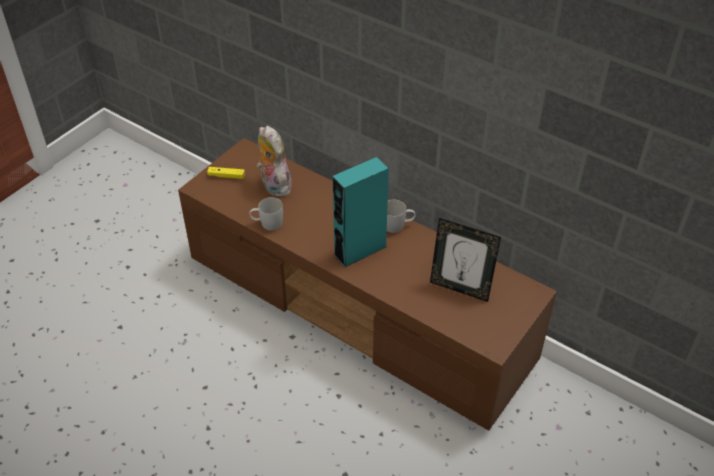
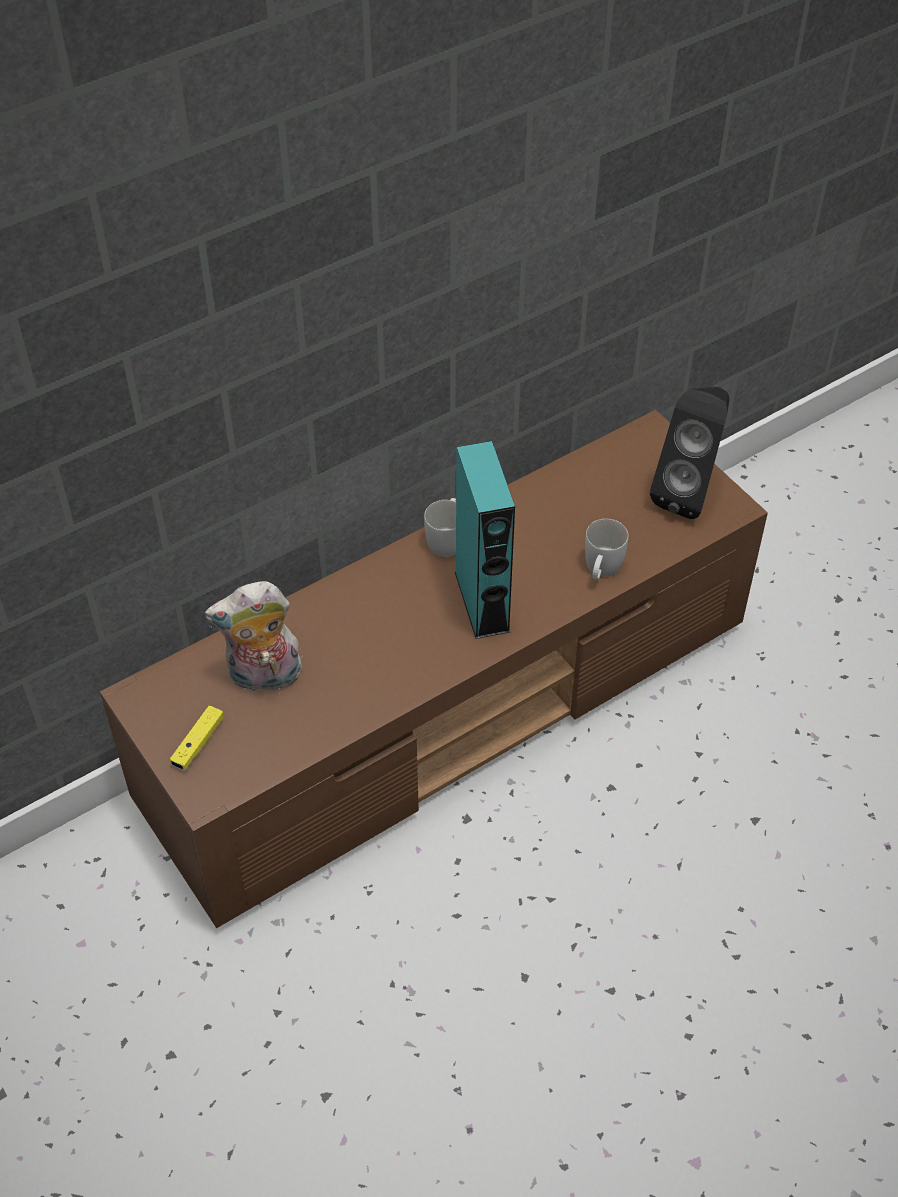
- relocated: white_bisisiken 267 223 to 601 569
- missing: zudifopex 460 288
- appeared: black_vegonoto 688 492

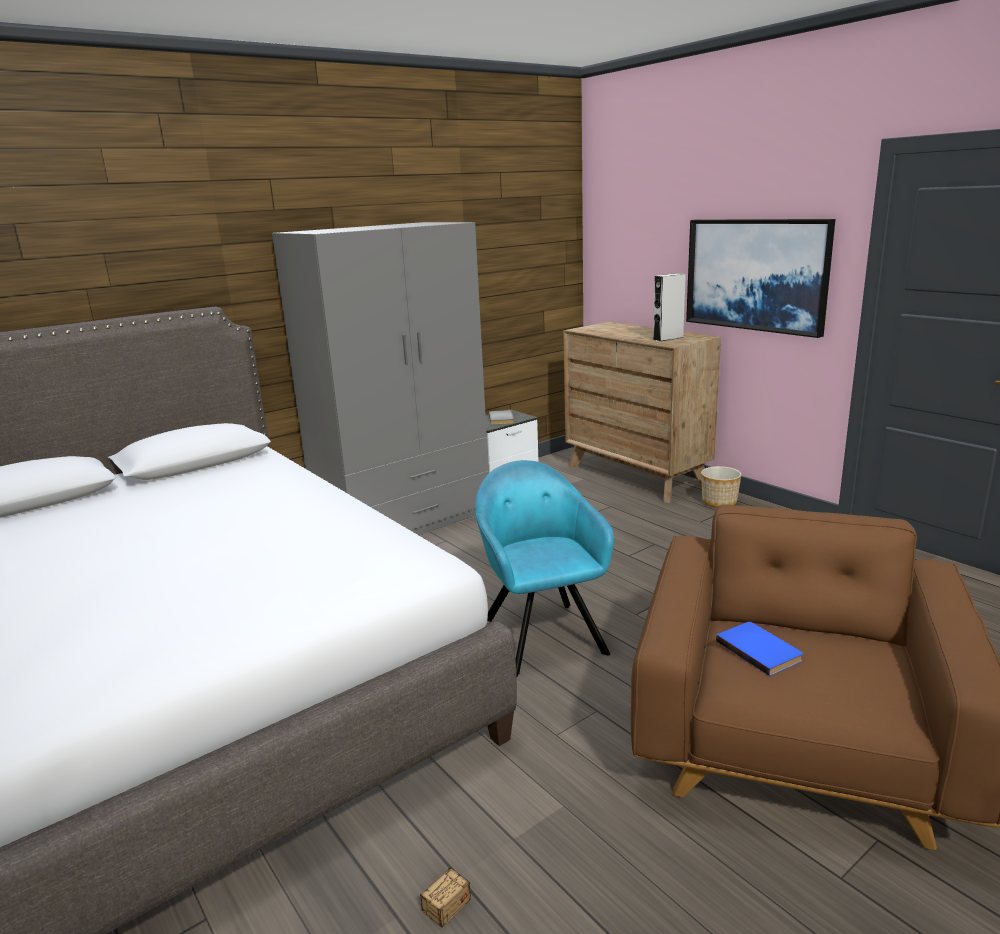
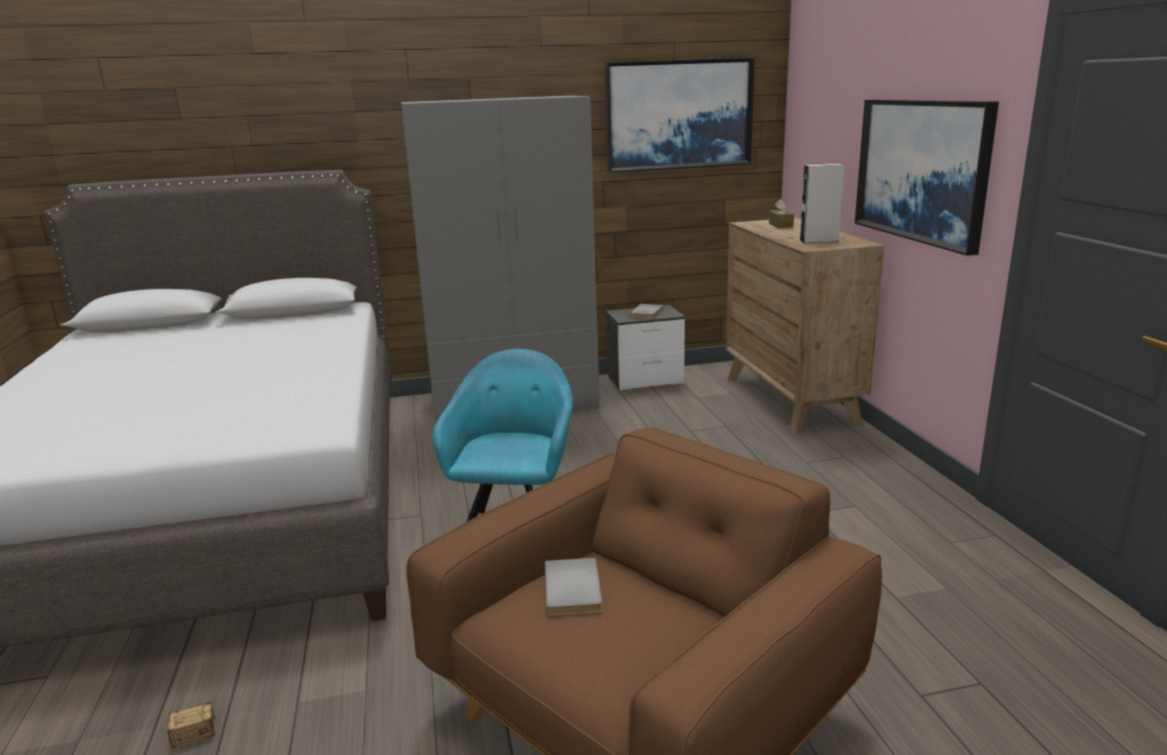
- missing: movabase 720 502
- colour: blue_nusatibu 760 650 to grey_nusatibu 575 589
- appeared: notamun 678 115
- appeared: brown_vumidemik 780 225

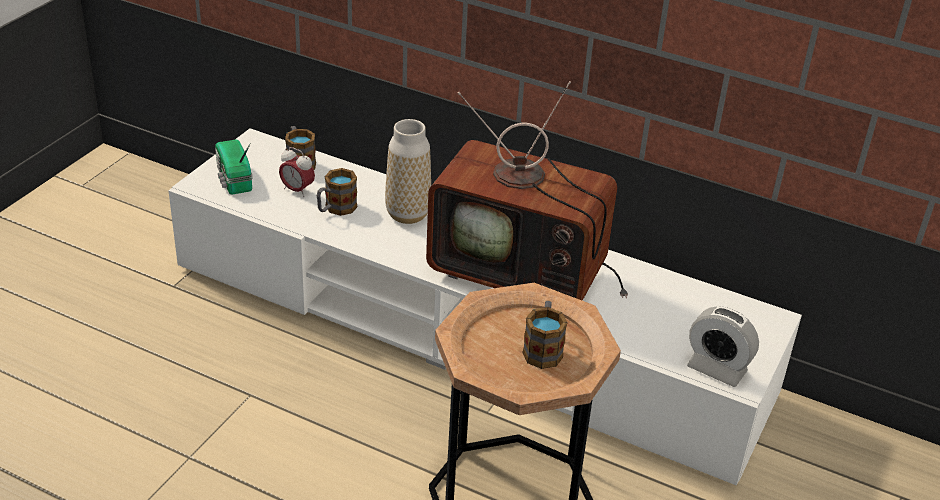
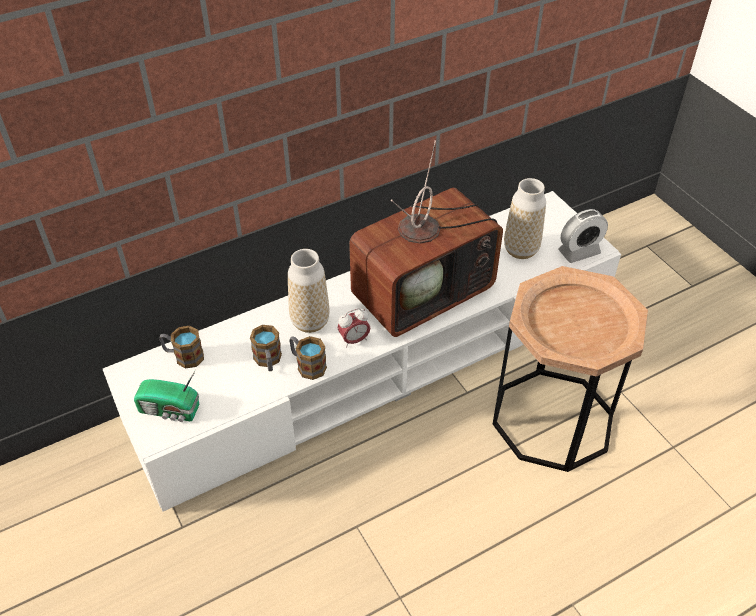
- relocated: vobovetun 297 190 to 354 340
- relocated: bisisiken 543 348 to 307 365
- appeared: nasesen 520 250

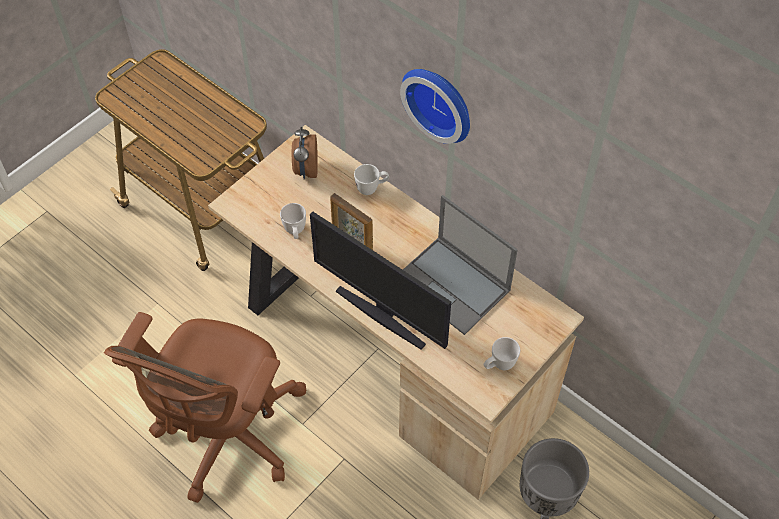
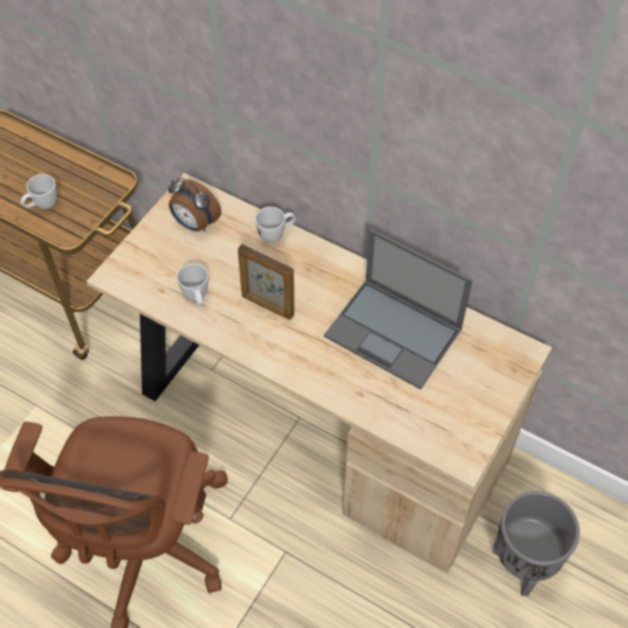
- spun: vobovetun 306 170 = 195 224 45 degrees counterclockwise
- missing: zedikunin 382 315
- missing: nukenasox 440 101
- relocated: white_bisisiken 499 365 to 42 206

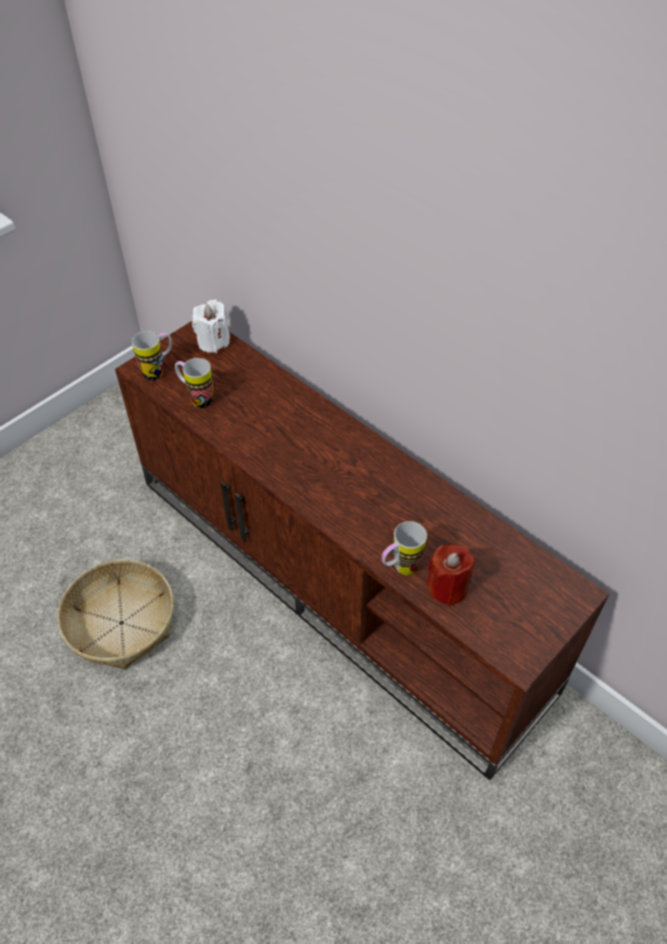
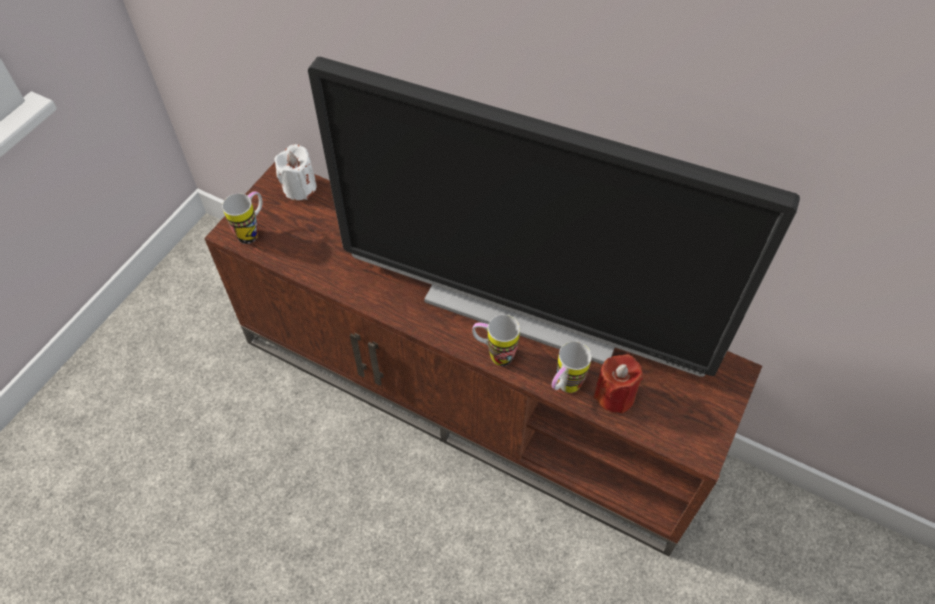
- missing: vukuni 122 622
- relocated: bisisiken 196 399 to 494 354
- appeared: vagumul 524 309

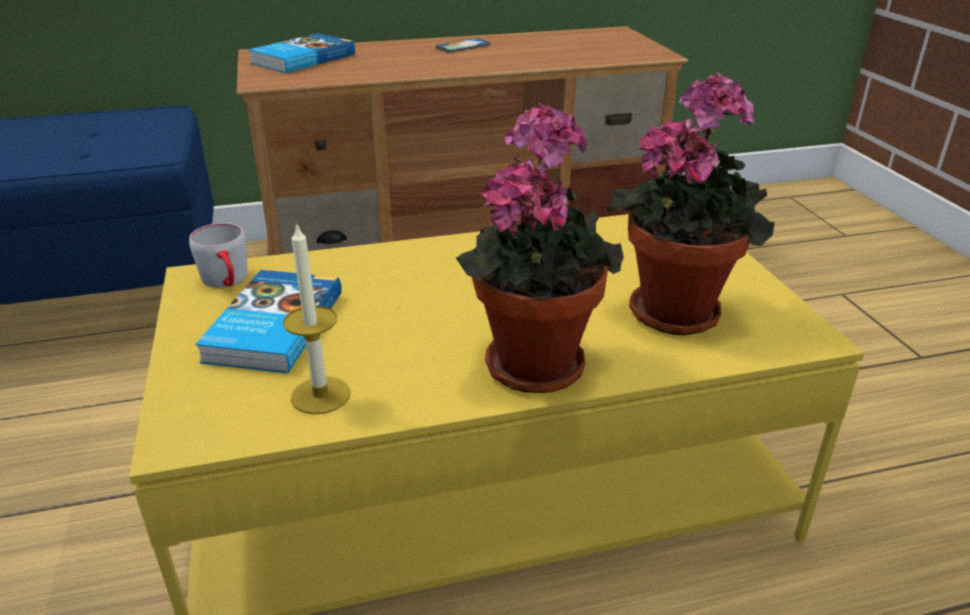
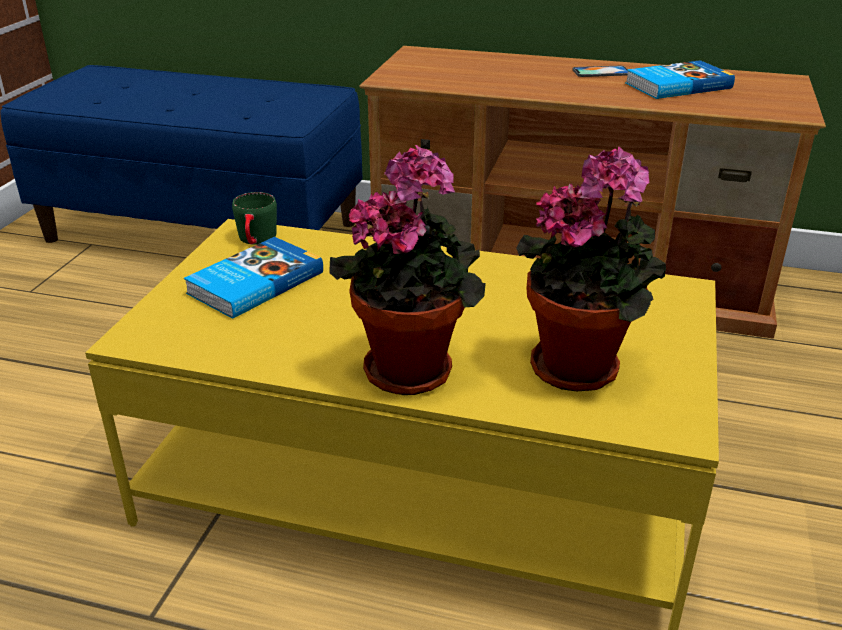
- colour: grey_bisisiken 228 282 to green_bisisiken 256 241
- relocated: nusatibu 301 59 to 676 85
- missing: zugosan 320 395

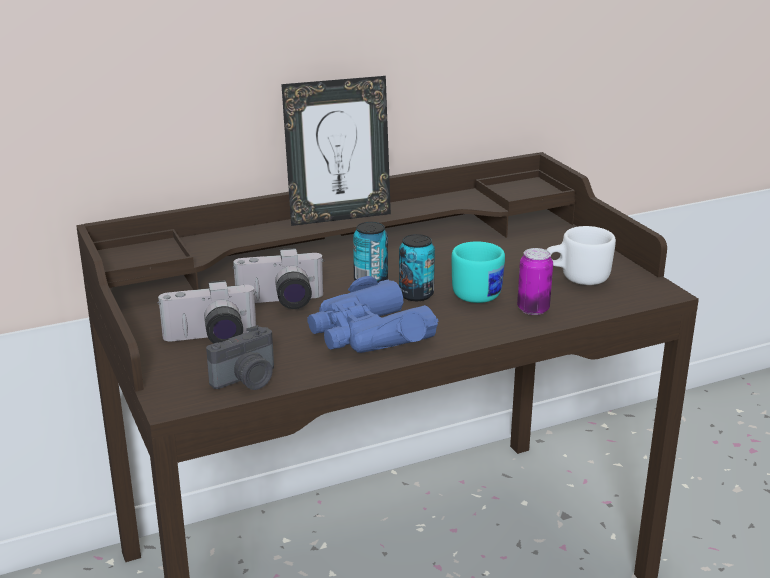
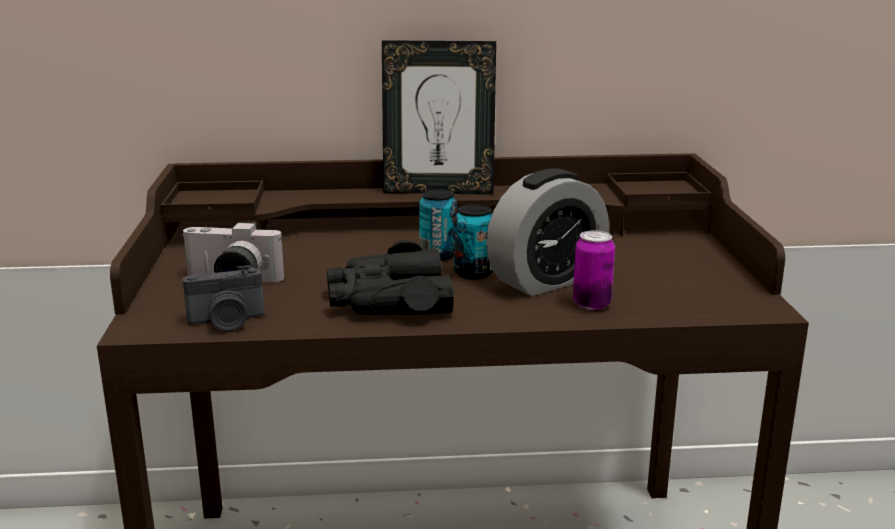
- missing: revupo 281 303
- colour: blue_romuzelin 368 334 to black_romuzelin 389 300
- exchanged: turquoise_bisisiken 481 292 to vobovetun 546 280
- missing: white_bisisiken 577 278

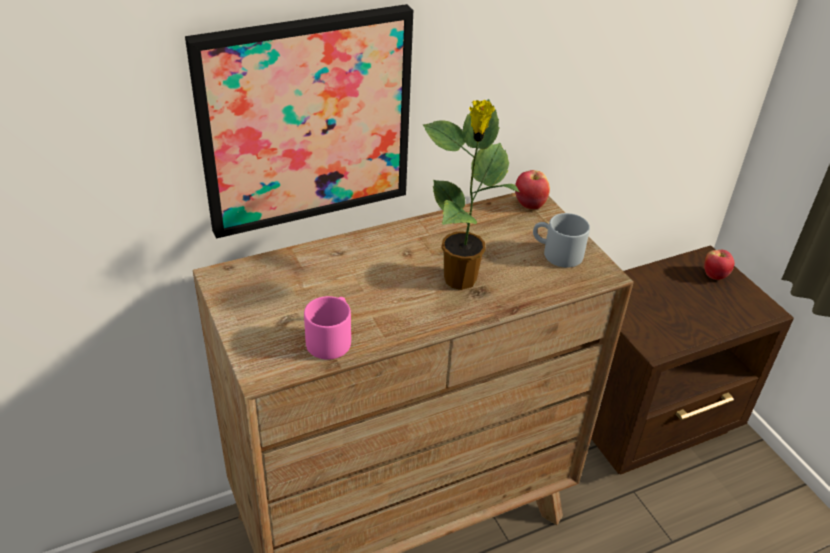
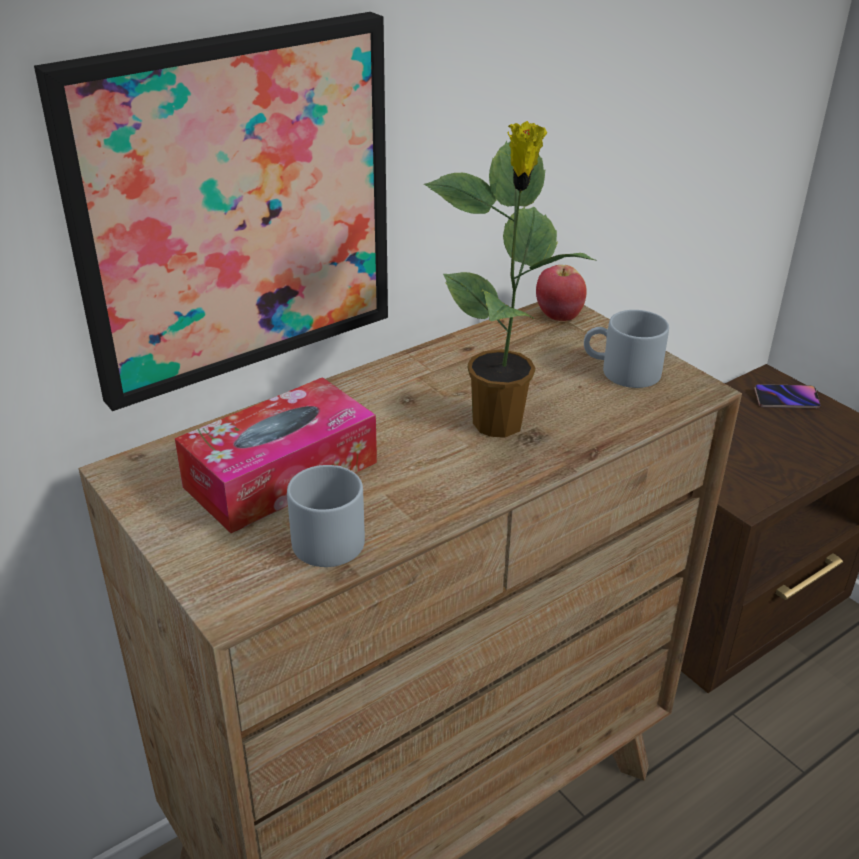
- colour: pink_bisisiken 331 338 to grey_bisisiken 329 534
- exchanged: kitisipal 714 275 to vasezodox 786 399
- appeared: vumidemik 281 474

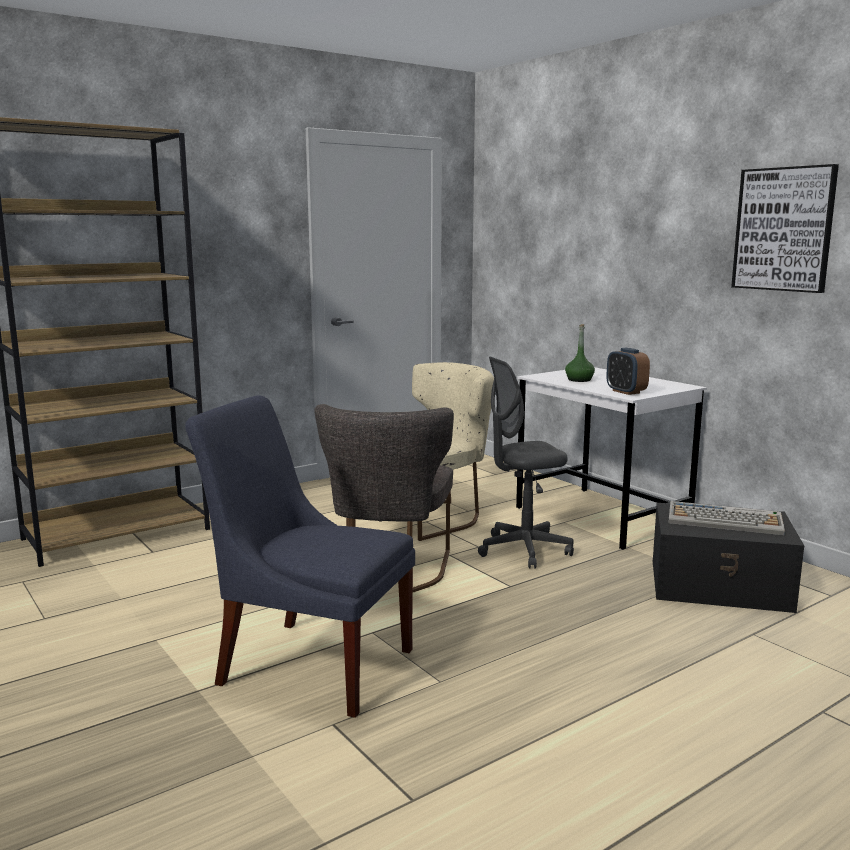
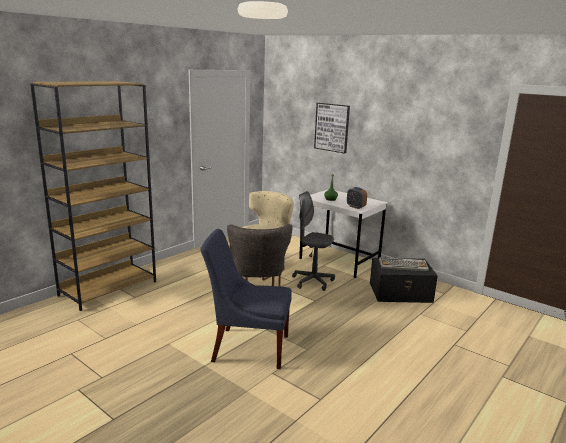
- spun: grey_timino 524 550 = 312 281 60 degrees clockwise
- relocated: notamun 784 229 to 332 127

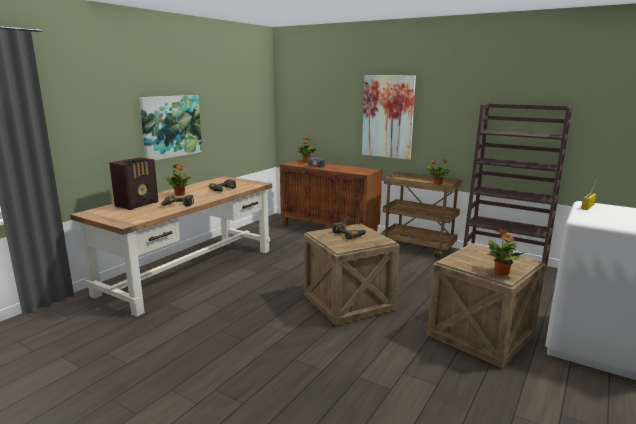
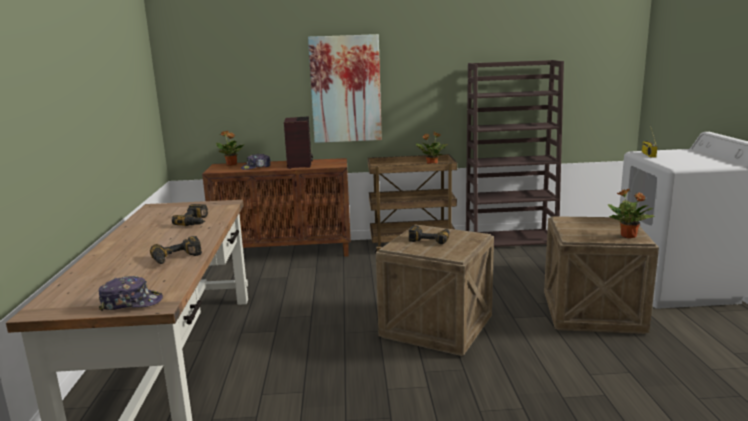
- relocated: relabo 138 204 to 300 164
- missing: notamun 171 126
- missing: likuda 180 194
- appeared: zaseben 131 302

